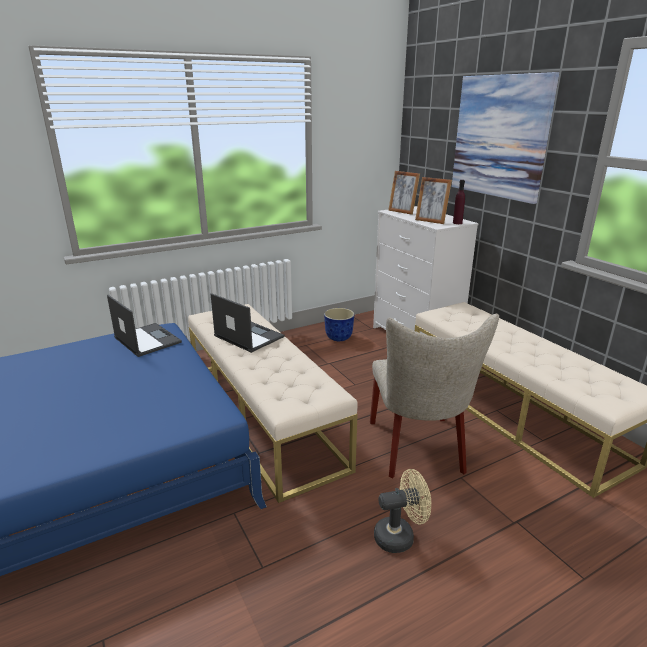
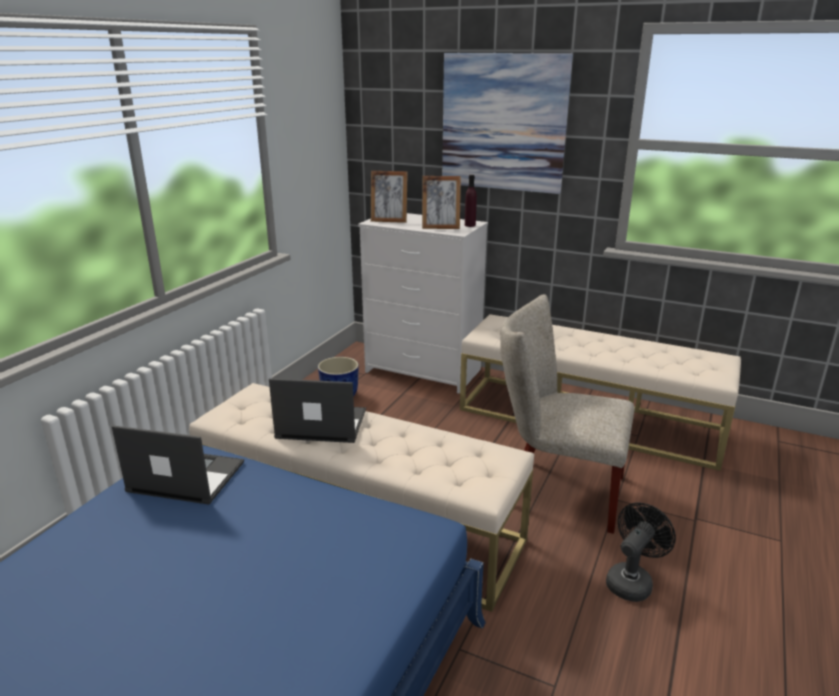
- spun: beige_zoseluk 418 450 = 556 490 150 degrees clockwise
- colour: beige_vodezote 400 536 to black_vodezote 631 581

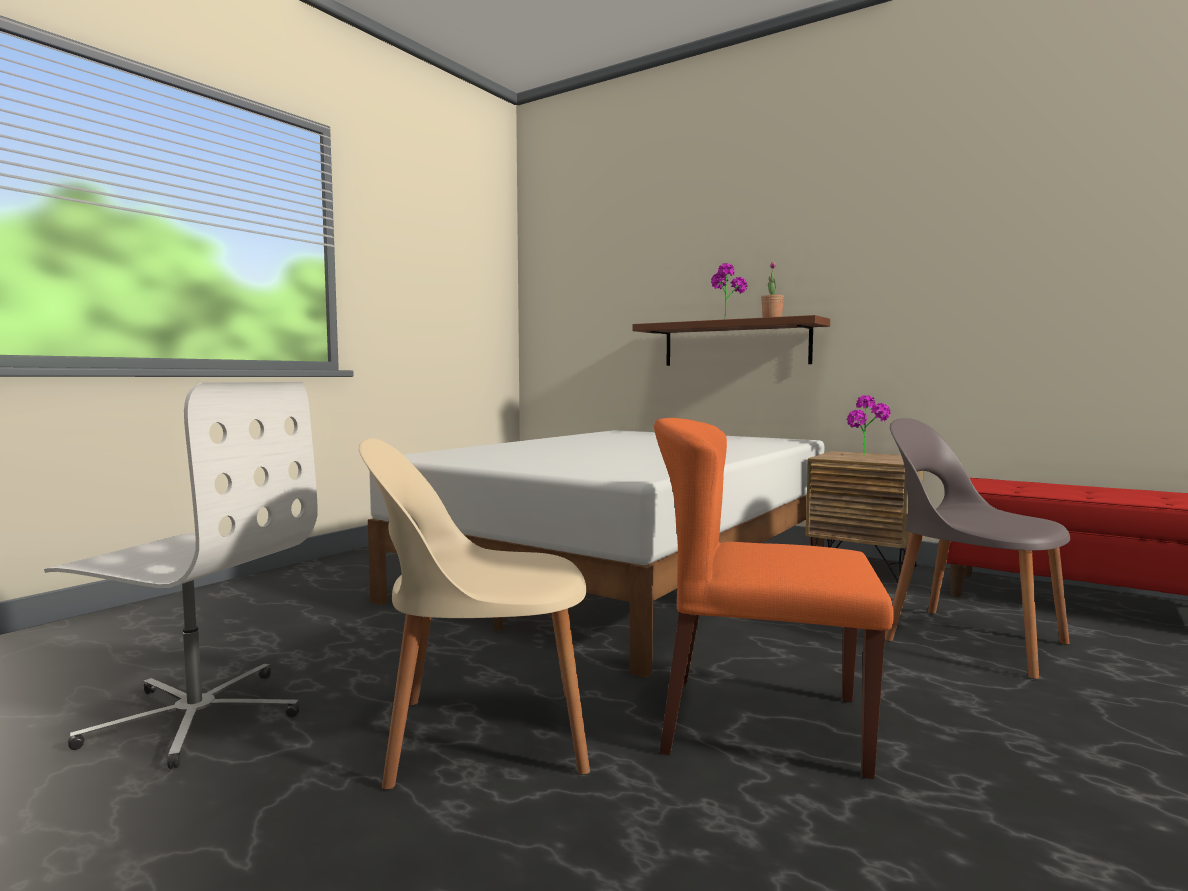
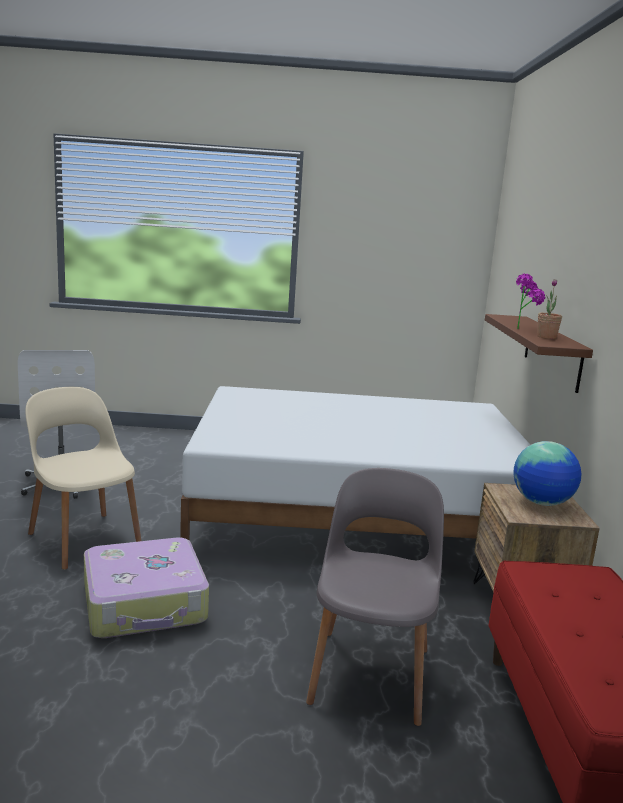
- exchanged: orange_zoseluk 760 724 to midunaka 145 603
- exchanged: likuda 867 456 to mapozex 542 503

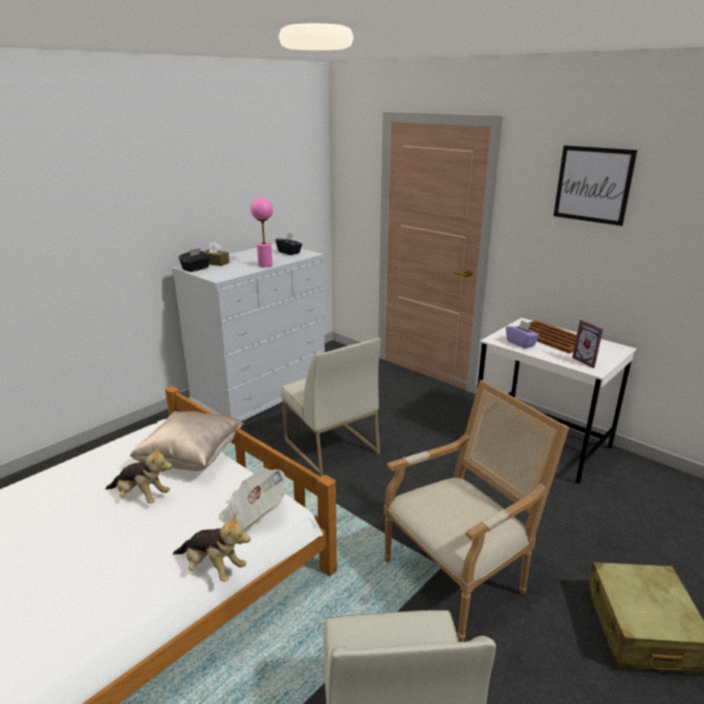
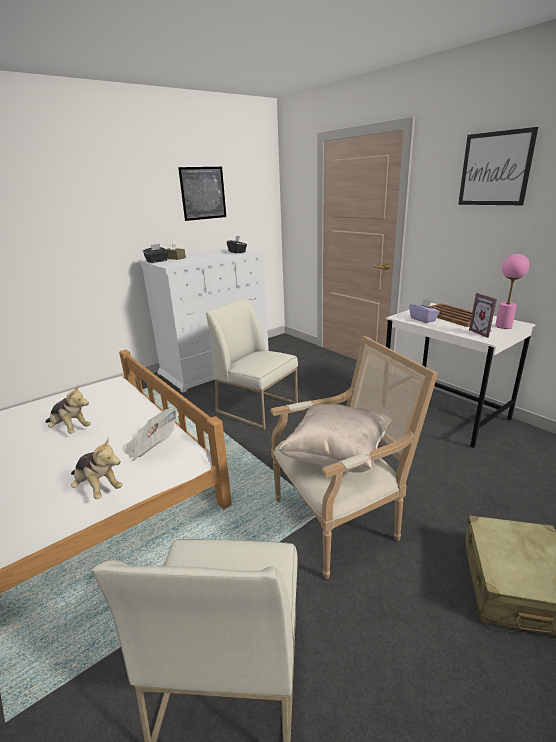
- relocated: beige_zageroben 191 458 to 336 456
- relocated: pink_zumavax 265 265 to 503 326
- spun: white_zoseluk 330 446 = 258 408 150 degrees clockwise
- appeared: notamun 203 193

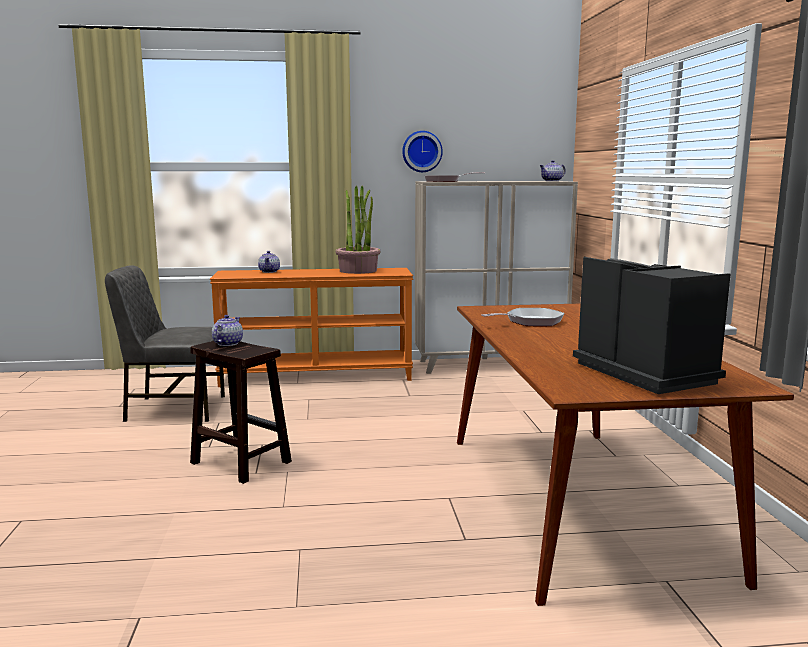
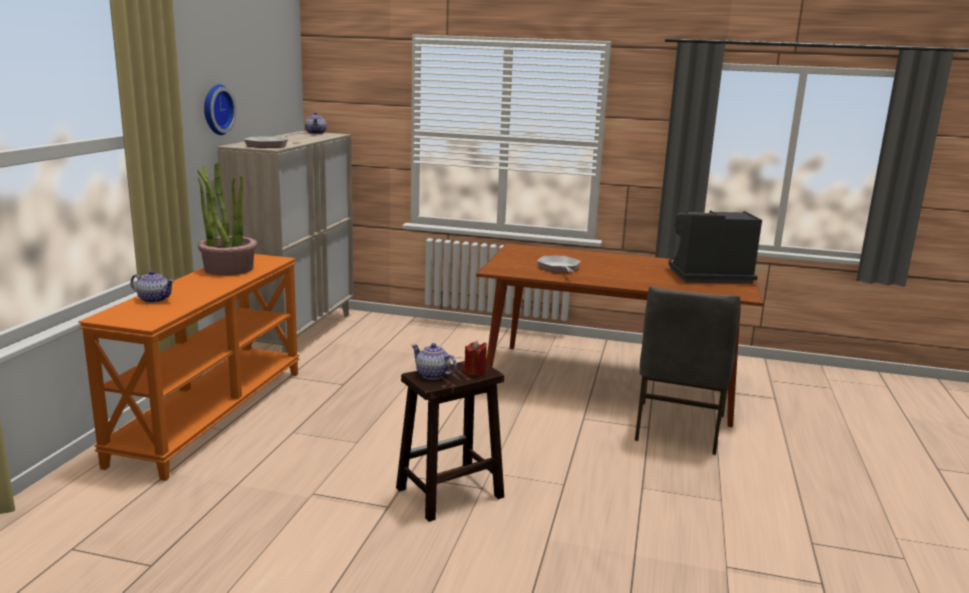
- relocated: grey_zoseluk 174 408 to 677 428
- appeared: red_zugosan 475 371

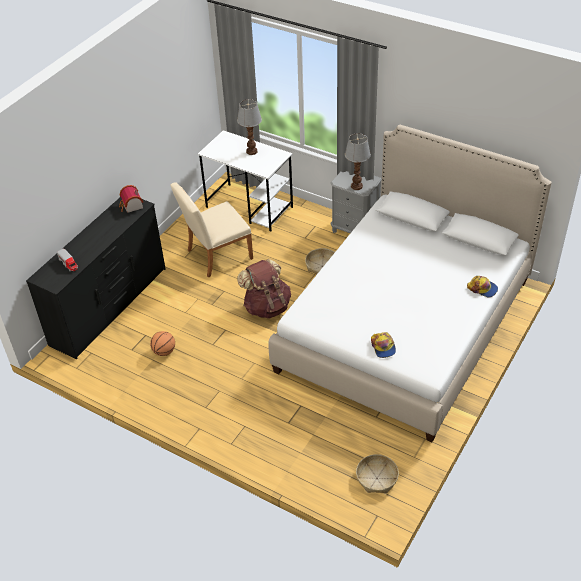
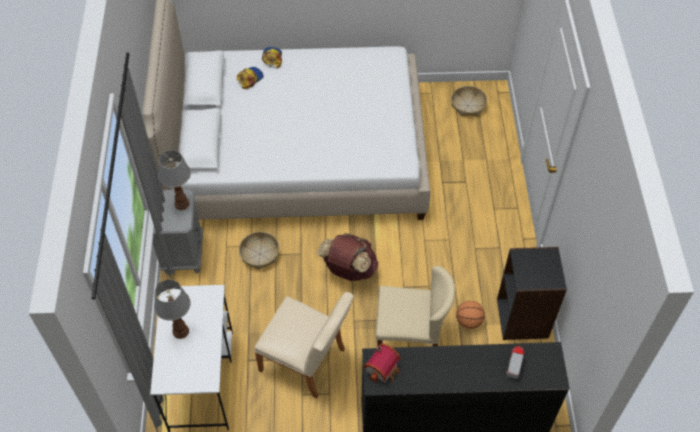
- relocated: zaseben 383 347 to 250 78
- appeared: beige_zoseluk 410 338
- appeared: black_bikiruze 523 318

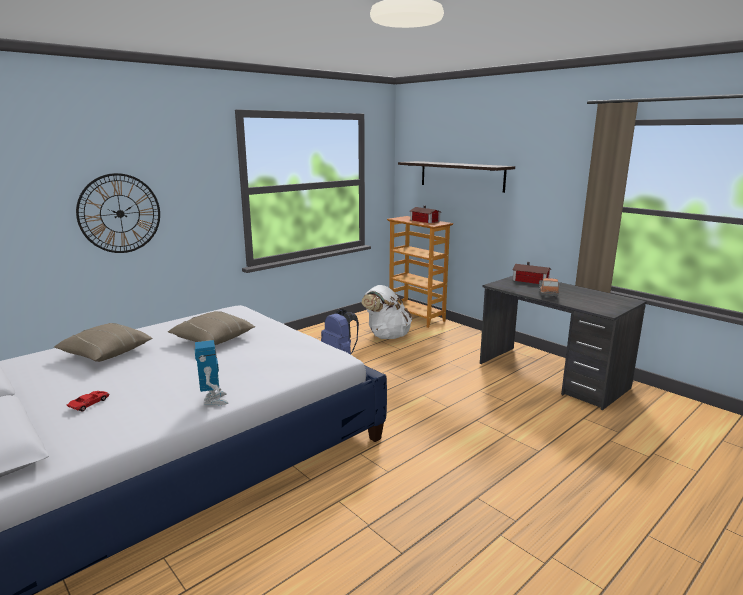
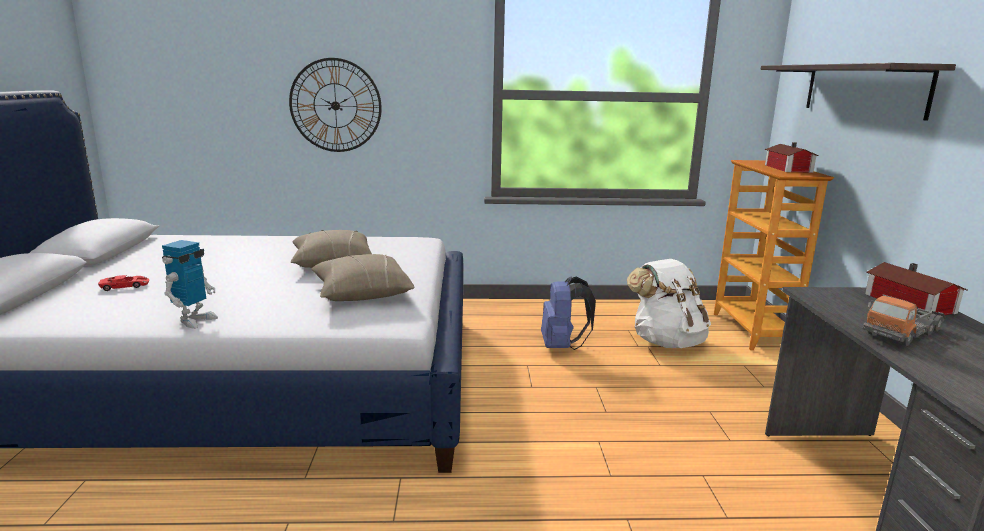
- relocated: beige_zageroben 105 353 to 361 293

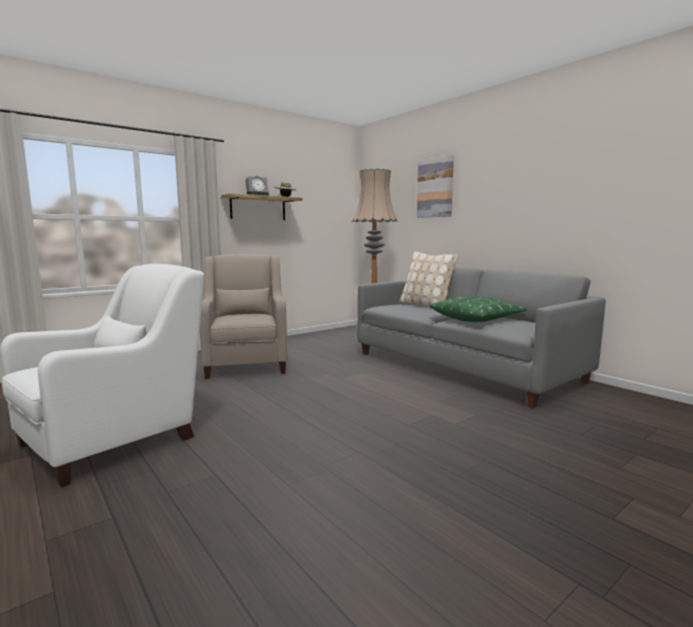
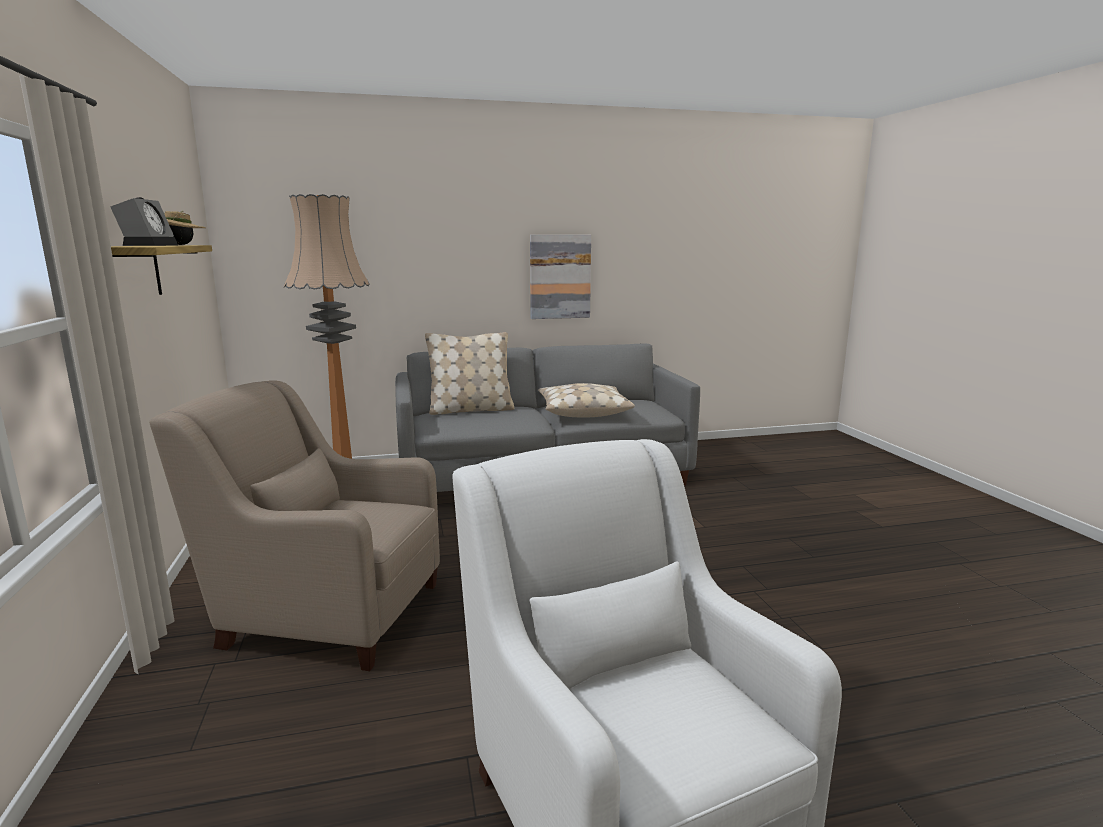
- relocated: notamun 435 188 to 560 277
- colour: green_zageroben 476 319 to beige_zageroben 583 411

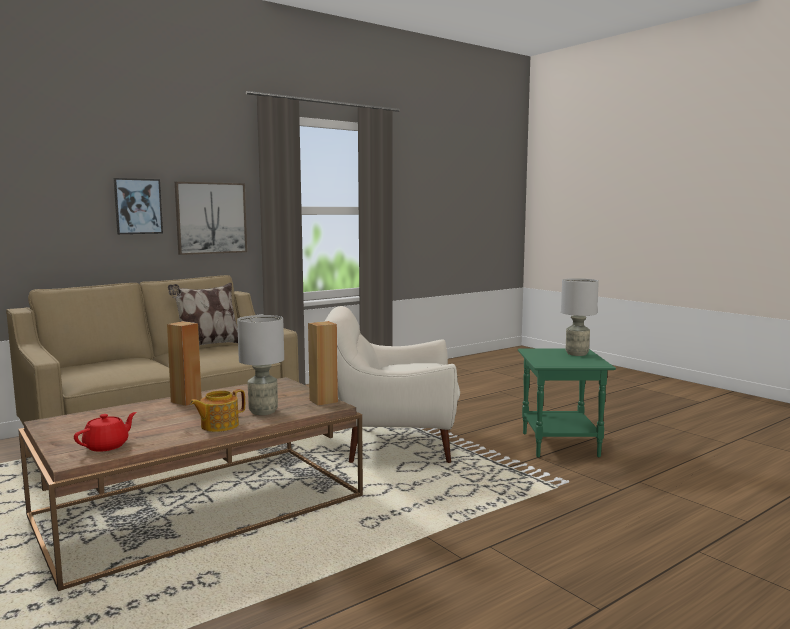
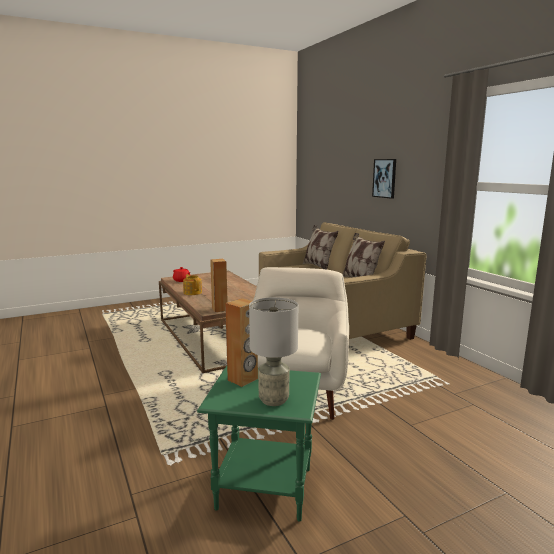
- relocated: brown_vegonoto 186 401 to 243 379
- missing: notamun 211 218
- missing: grey_zumavax 264 411
- appeared: zageroben 318 266

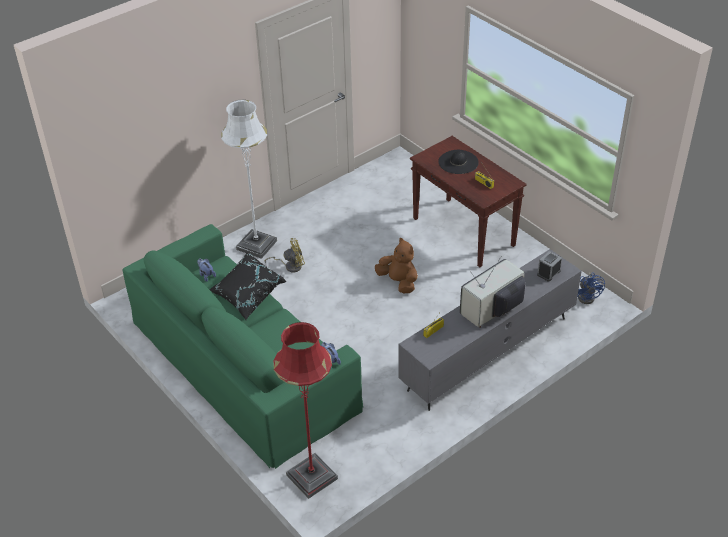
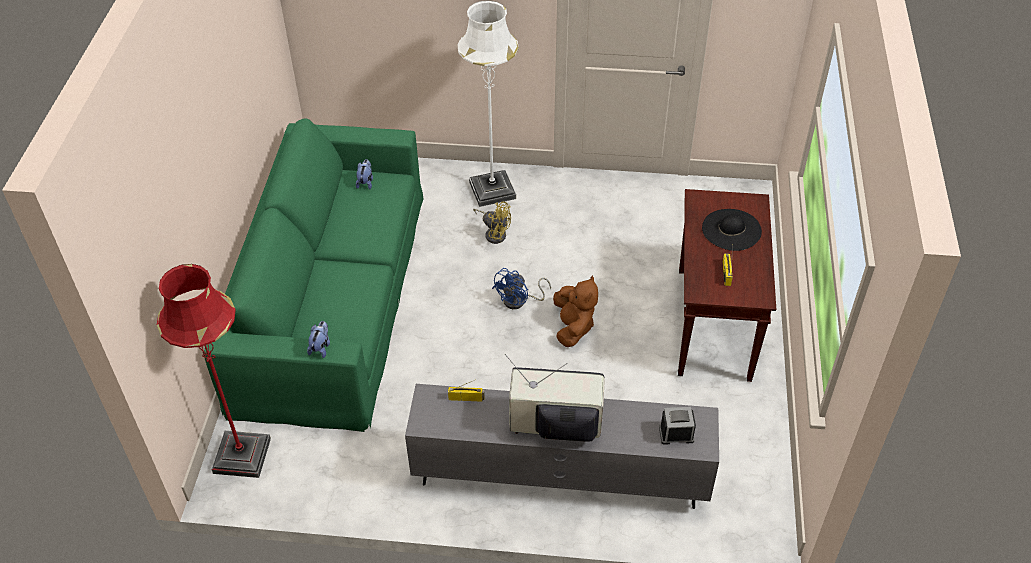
- missing: black_zageroben 247 295
- relocated: blue_vodezote 588 296 to 519 301

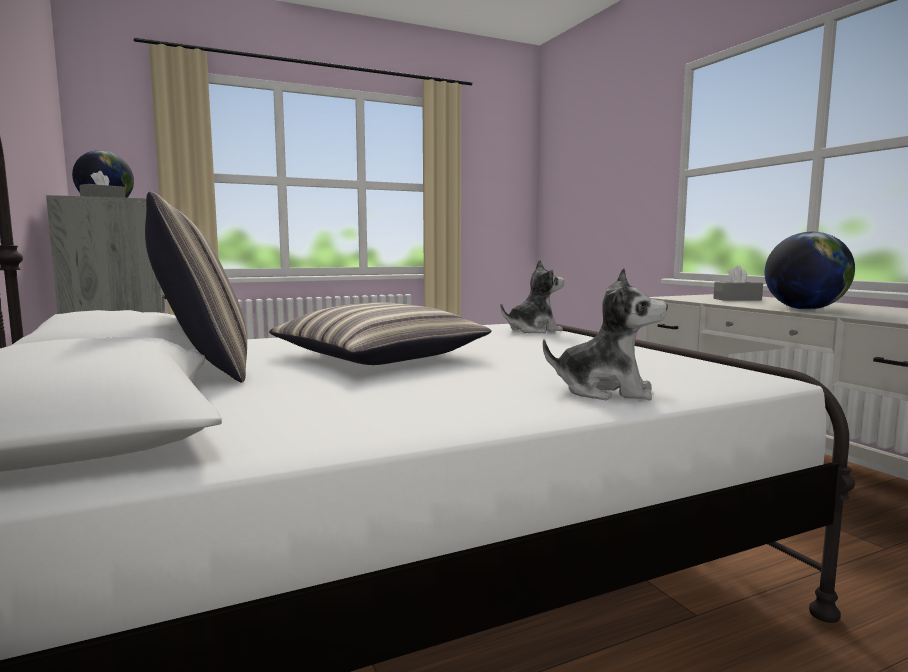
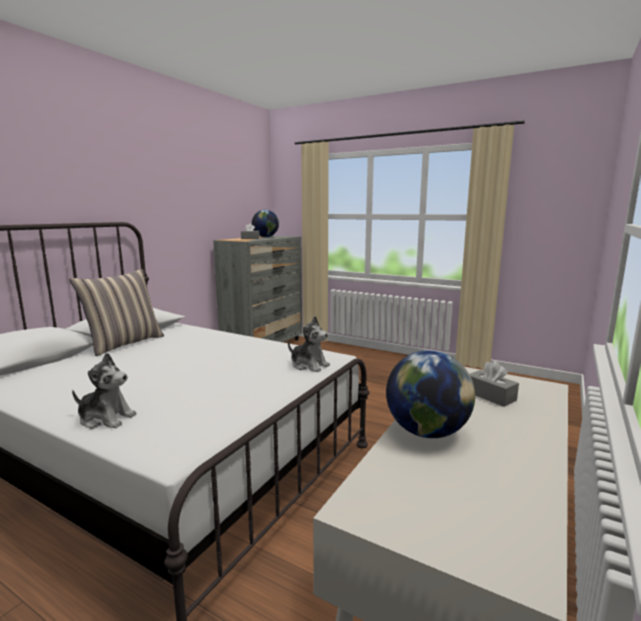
- missing: zageroben 379 356
- spun: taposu 605 391 = 106 418 60 degrees counterclockwise

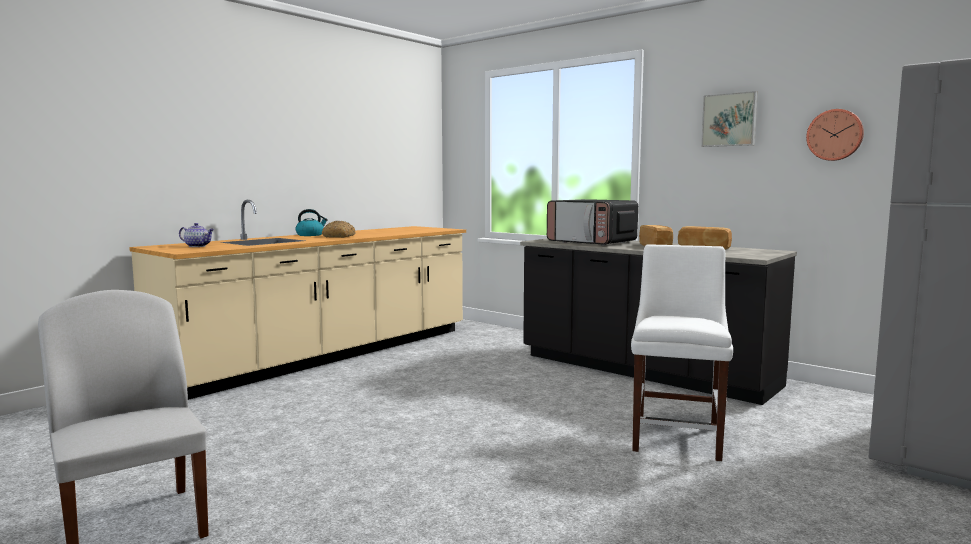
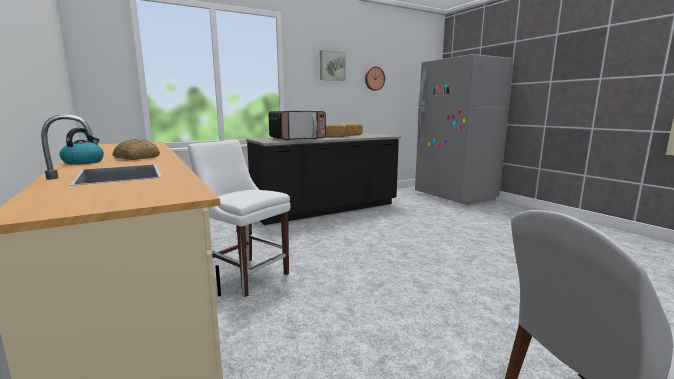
- missing: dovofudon 198 246
- relocated: white_zoseluk 677 436 to 245 274

